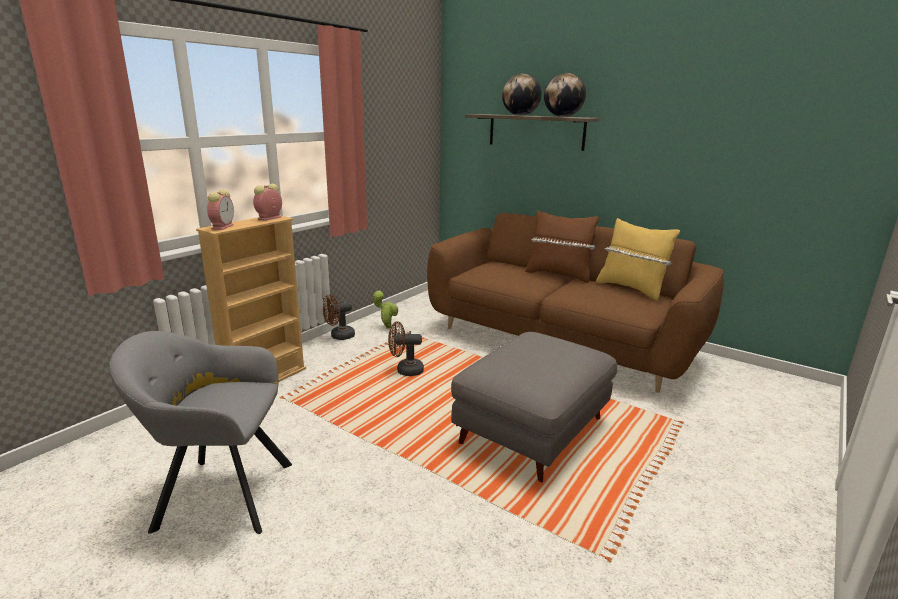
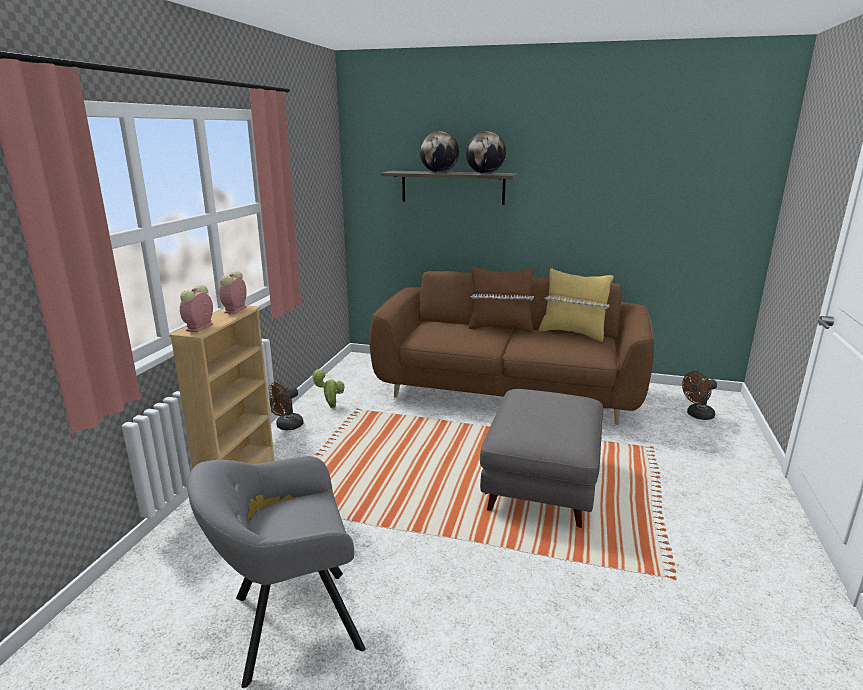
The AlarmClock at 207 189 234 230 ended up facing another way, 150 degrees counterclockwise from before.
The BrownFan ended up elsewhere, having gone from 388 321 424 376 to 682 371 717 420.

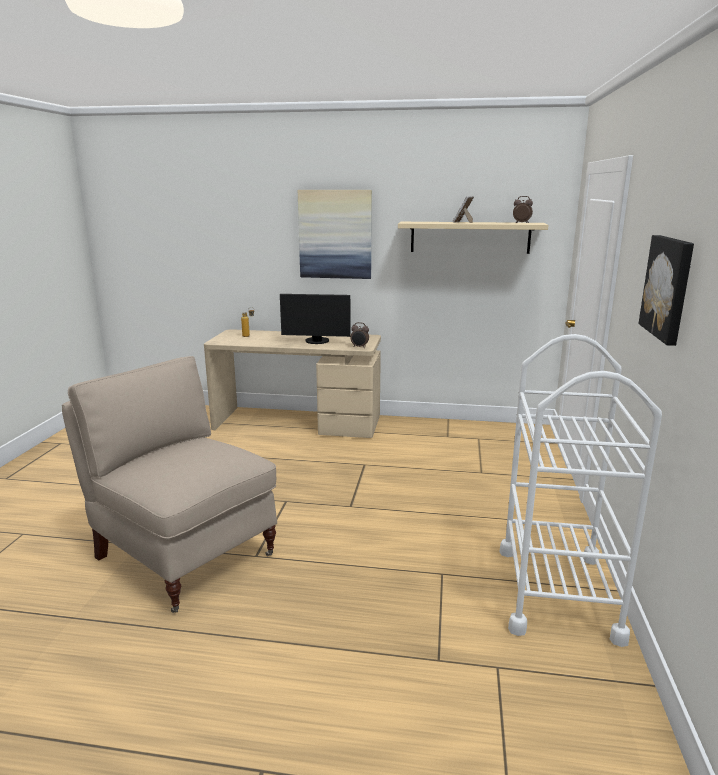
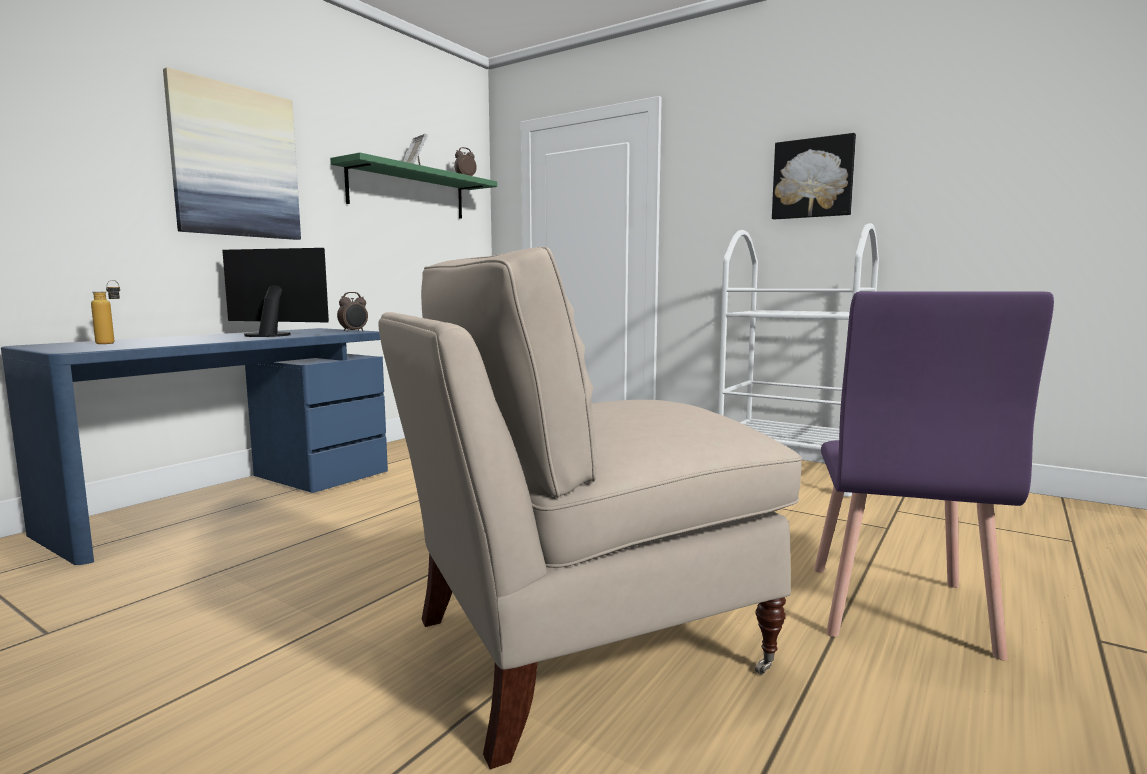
What was the BeigeShelf at 398 222 549 254 turned into the GreenShelf at 330 153 497 219.
The Monitor at 280 294 351 344 ended up facing another way, 105 degrees counterclockwise from before.
What was the BeigeDesk at 204 329 381 438 turned into the BlueDesk at 1 328 388 565.
The second view gained the PurpleChair at 814 291 1054 660.

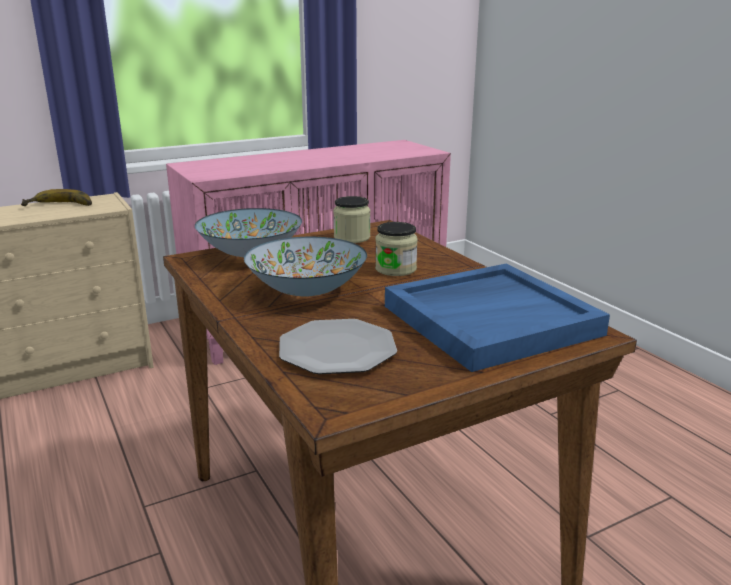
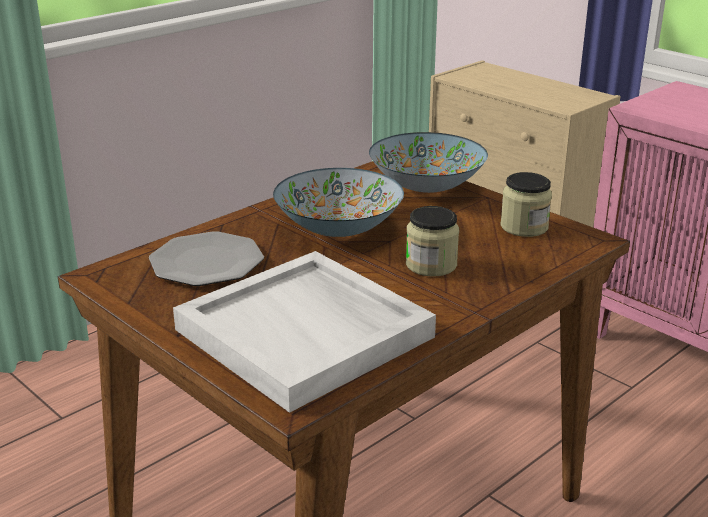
The second view lost the Banana at 21 189 92 206.
What was the BlueTray at 385 264 610 372 turned into the WhiteTray at 173 251 436 413.

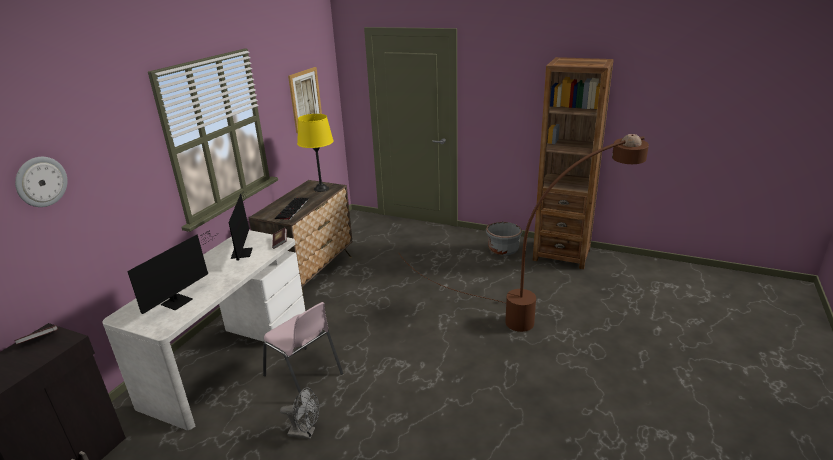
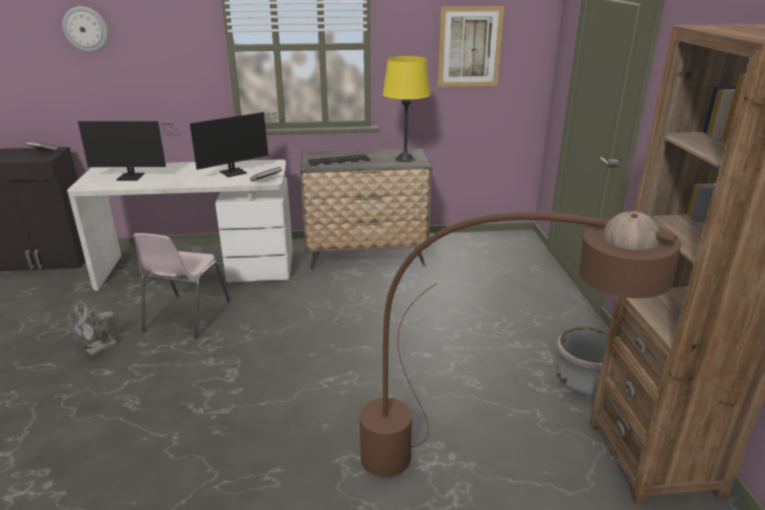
The GreyFan at 280 387 319 439 ended up facing another way, 60 degrees clockwise from before.

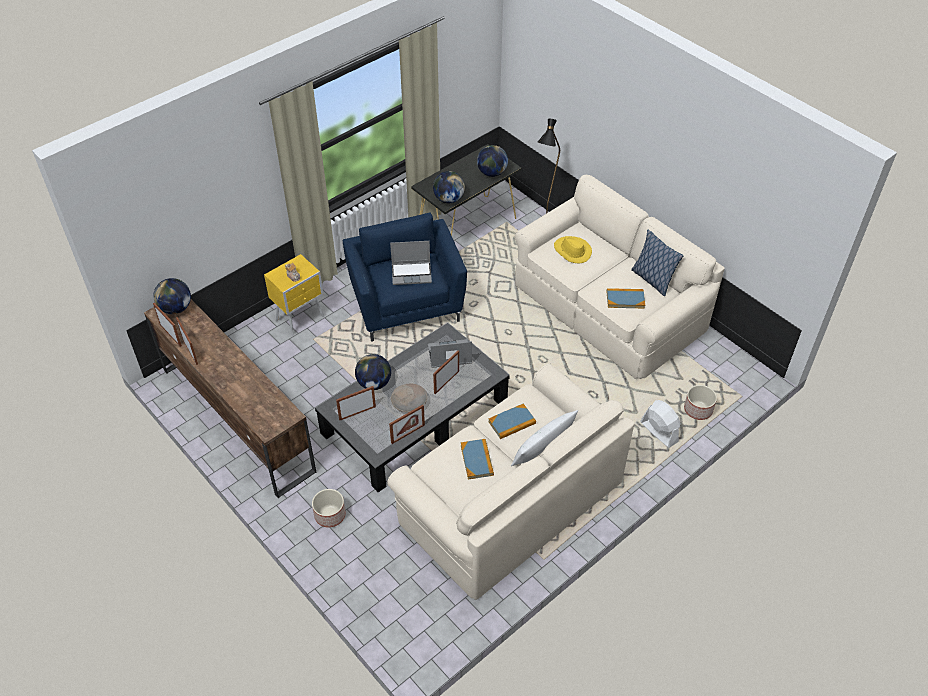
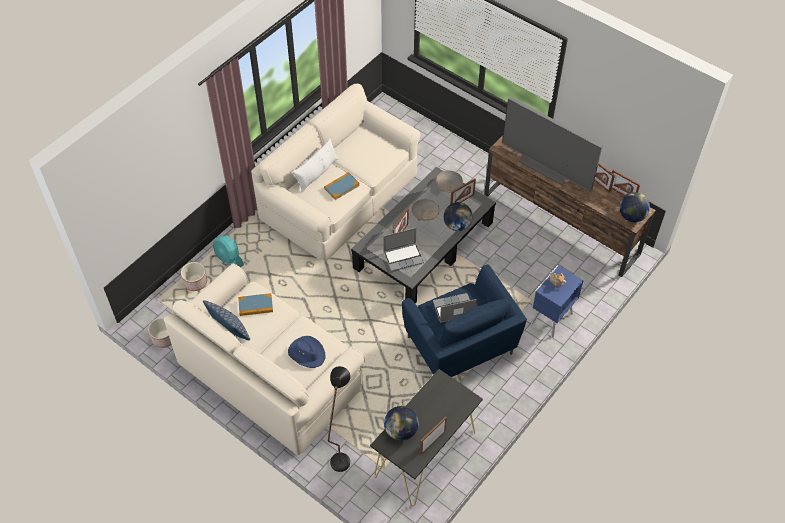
The second view lost the Globe at 433 171 465 203.
What was the YellowHat at 554 236 592 263 turned into the BlueHat at 288 336 325 368.
What was the YellowNightstand at 264 254 324 336 turned into the BlueNightstand at 531 265 584 337.
What was the WhiteFan at 640 400 681 448 turned into the TurquoiseFan at 213 236 244 268.
The PictureFrame ended up elsewhere, having gone from 389 405 425 444 to 420 416 447 455.
The second view lost the Book at 461 439 494 480.
The Planter ended up elsewhere, having gone from 312 489 346 528 to 148 318 172 348.
The second view gained the Television at 502 97 603 192.
The second view gained the BeigeBowl at 436 170 463 192.

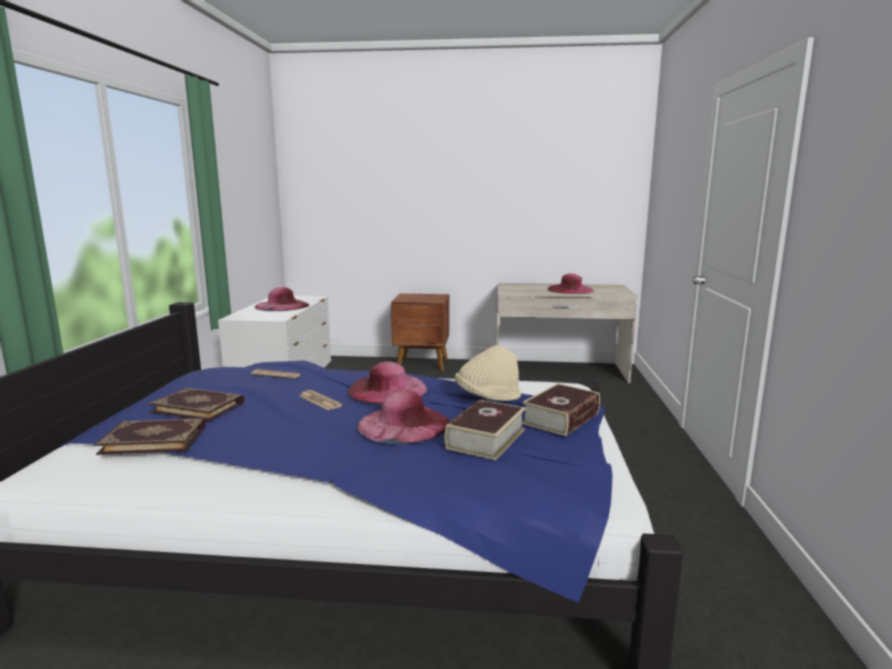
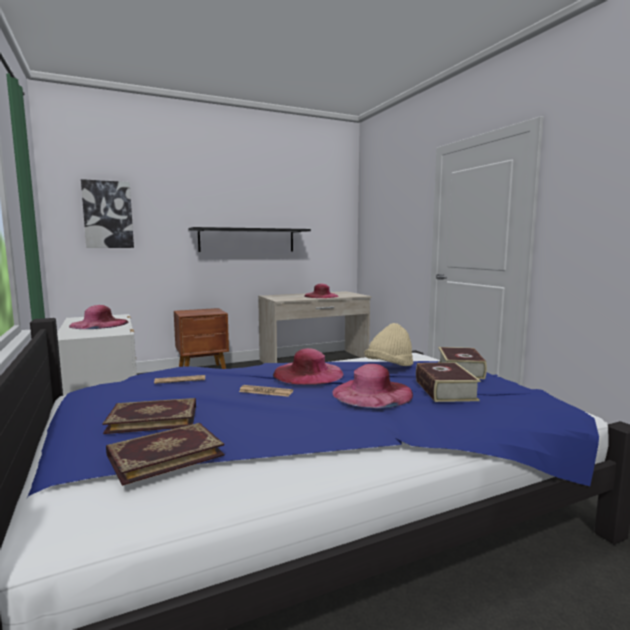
The second view gained the Picture at 81 179 134 248.
The second view gained the BlackShelf at 188 227 311 252.

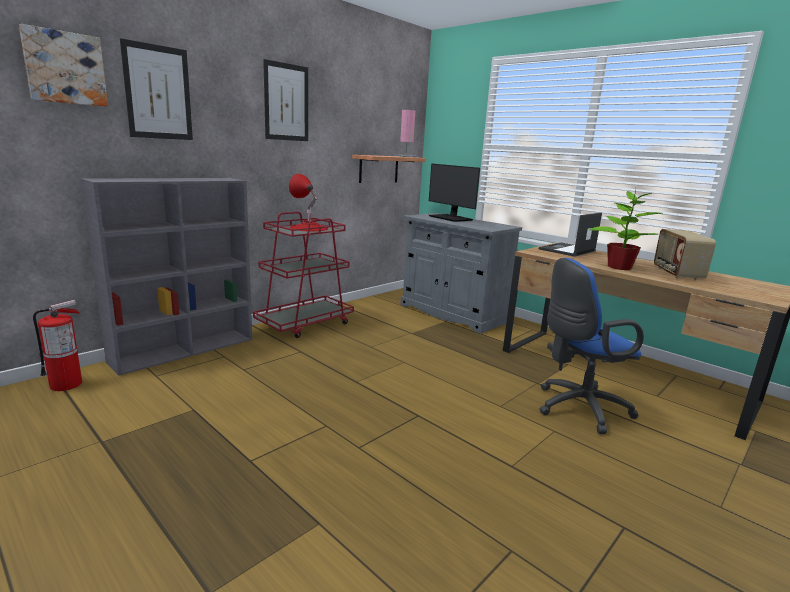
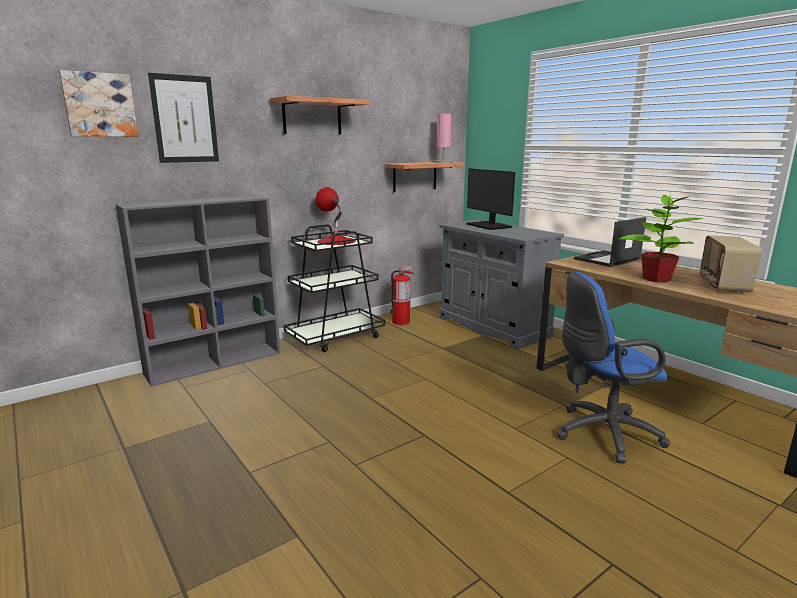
Where the Picture hung at 263 59 308 141, the Shelf came to hang at 270 96 369 134.
What was the RedCart at 253 211 354 338 turned into the BlackCart at 284 224 385 352.
The FireExtinguisher ended up elsewhere, having gone from 33 300 82 391 to 390 265 414 325.

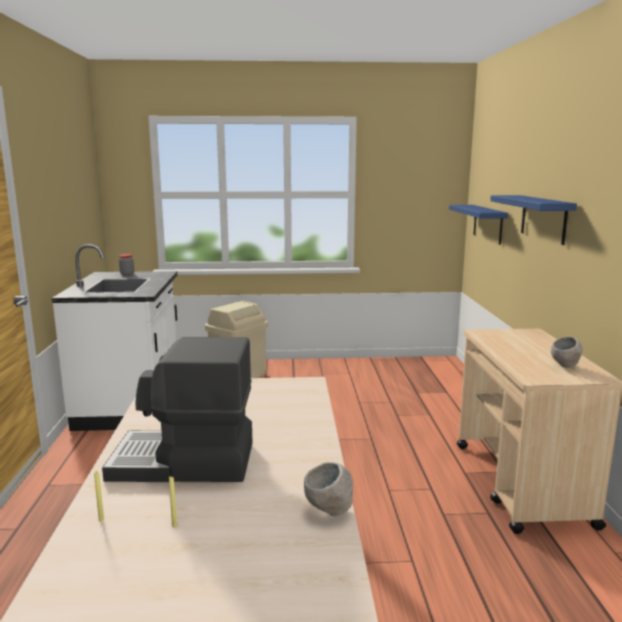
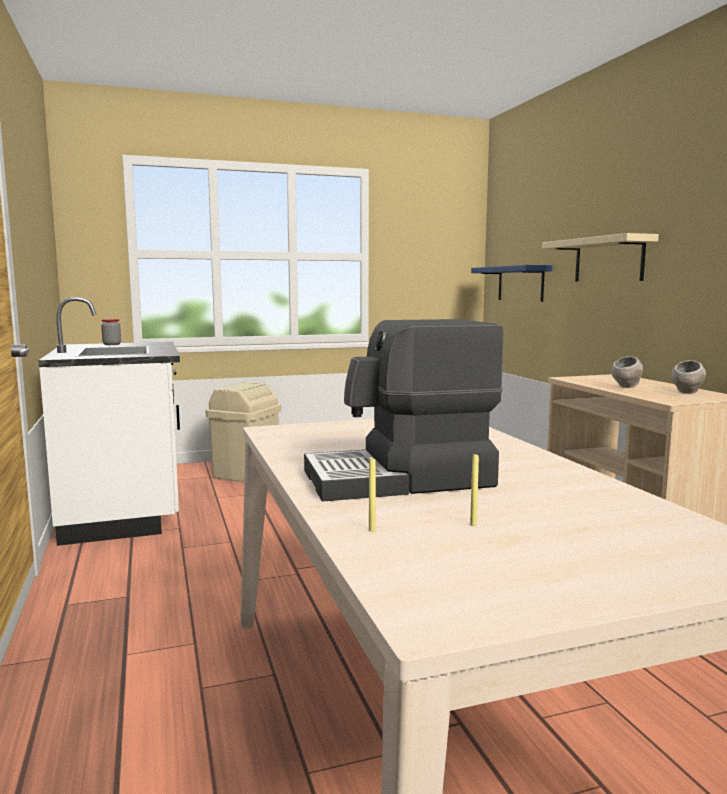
What was the BlueShelf at 490 195 577 245 turned into the BeigeShelf at 542 233 659 282.
The GreyBowl ended up elsewhere, having gone from 304 462 353 517 to 611 356 643 388.

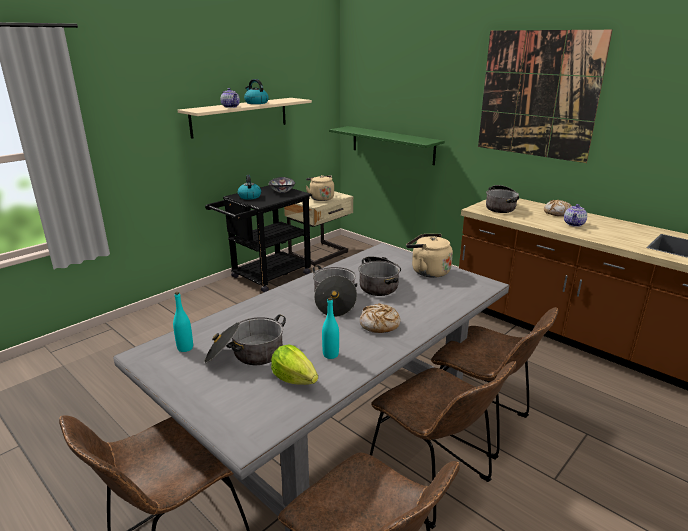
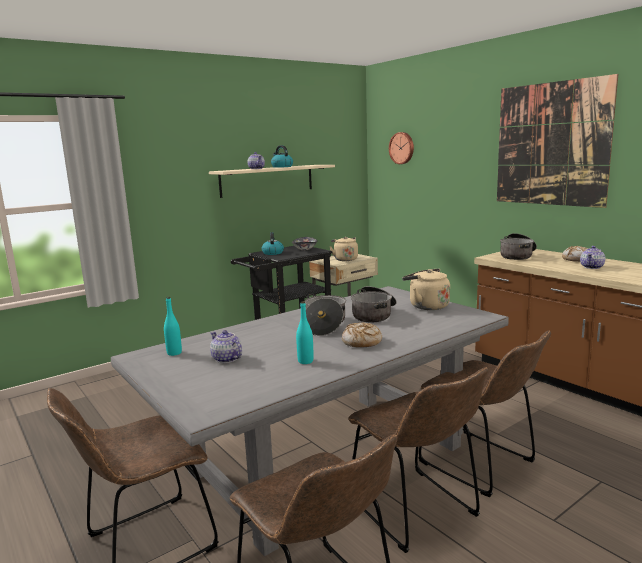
The second view lost the GreenShelf at 329 126 445 165.
Where the CookingPot stood at 204 314 286 365, the Teapot came to stand at 210 330 242 363.
The second view lost the Lettuce at 271 344 318 385.
The second view gained the WallClock at 389 132 414 164.

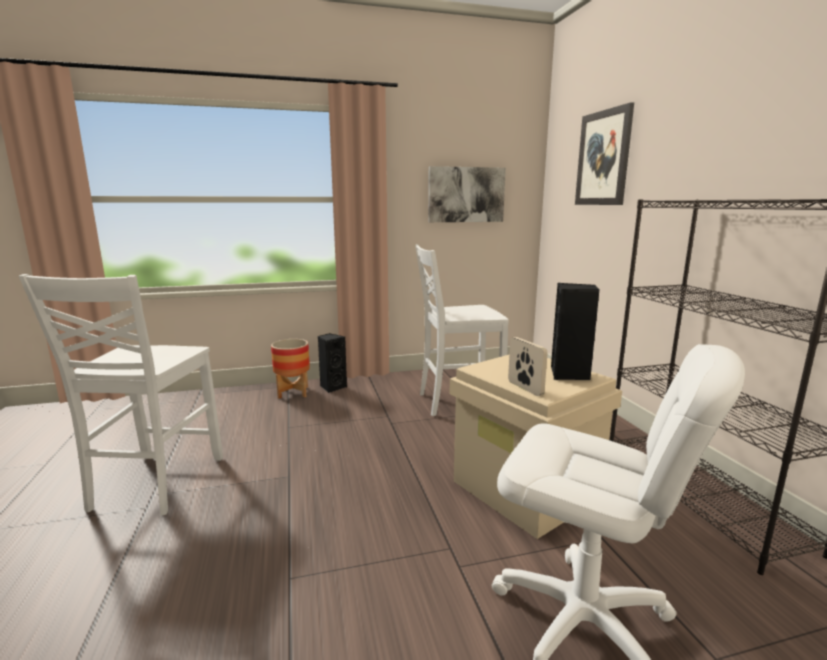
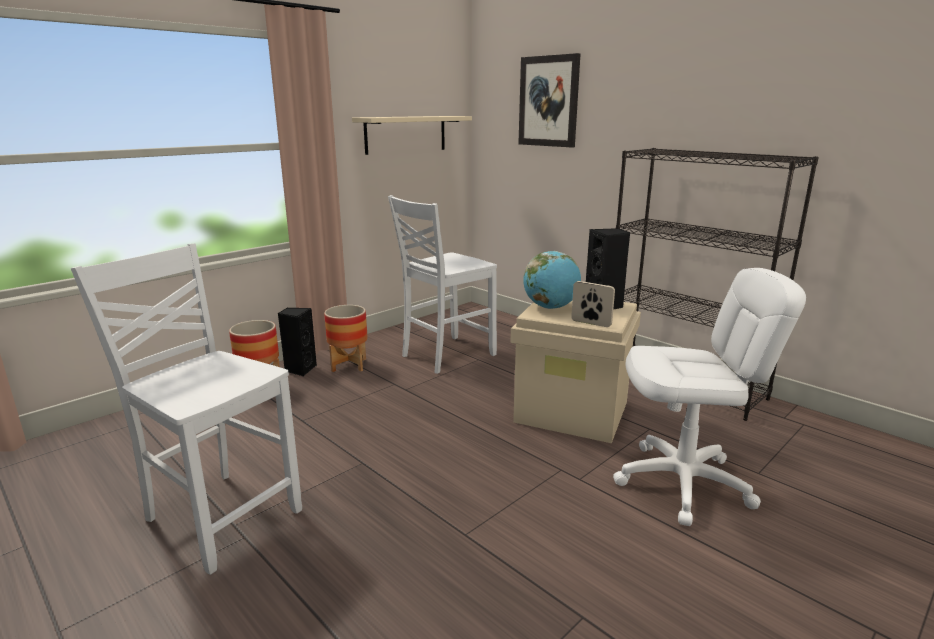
Where the Picture hung at 428 166 506 222, the BeigeShelf came to hang at 352 116 472 155.
The WhiteChair at 19 274 223 515 ended up facing another way, 150 degrees clockwise from before.
The second view gained the Globe at 523 251 581 309.
The second view gained the Planter at 324 305 367 372.

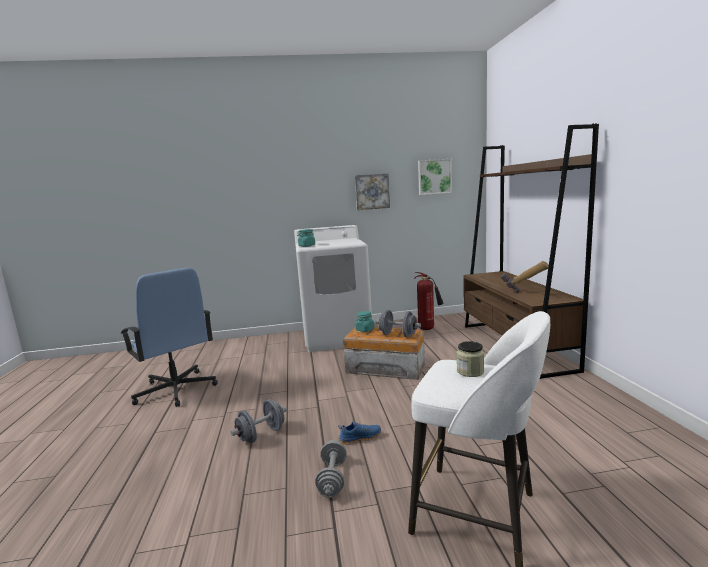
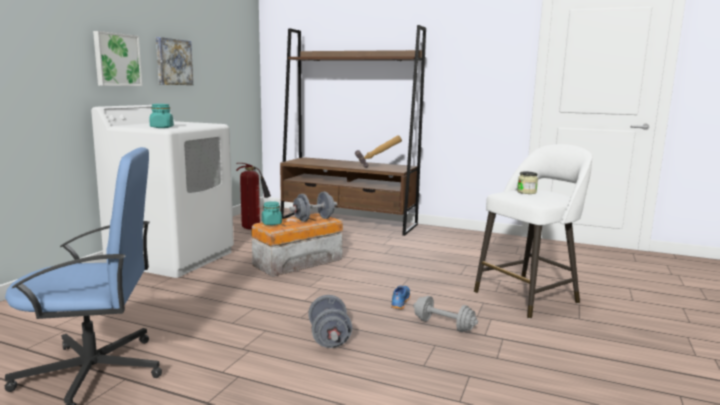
The Picture ended up elsewhere, having gone from 418 159 452 195 to 93 31 142 86.

